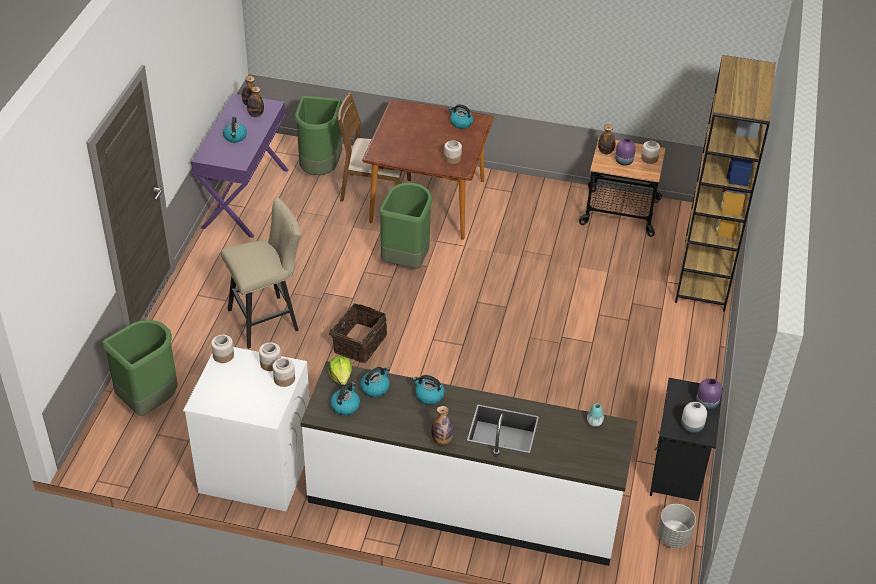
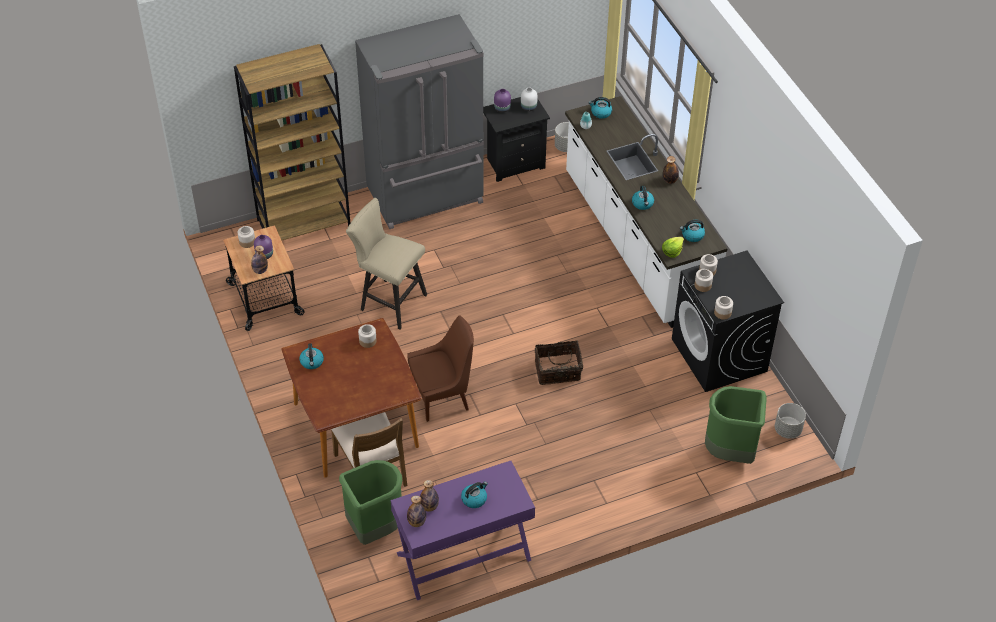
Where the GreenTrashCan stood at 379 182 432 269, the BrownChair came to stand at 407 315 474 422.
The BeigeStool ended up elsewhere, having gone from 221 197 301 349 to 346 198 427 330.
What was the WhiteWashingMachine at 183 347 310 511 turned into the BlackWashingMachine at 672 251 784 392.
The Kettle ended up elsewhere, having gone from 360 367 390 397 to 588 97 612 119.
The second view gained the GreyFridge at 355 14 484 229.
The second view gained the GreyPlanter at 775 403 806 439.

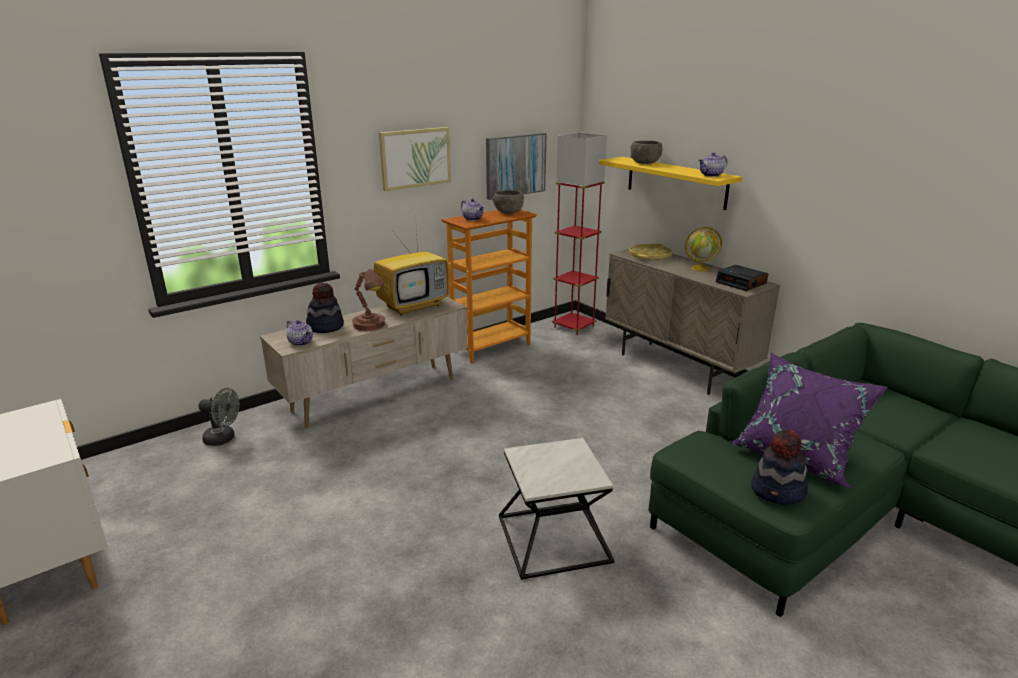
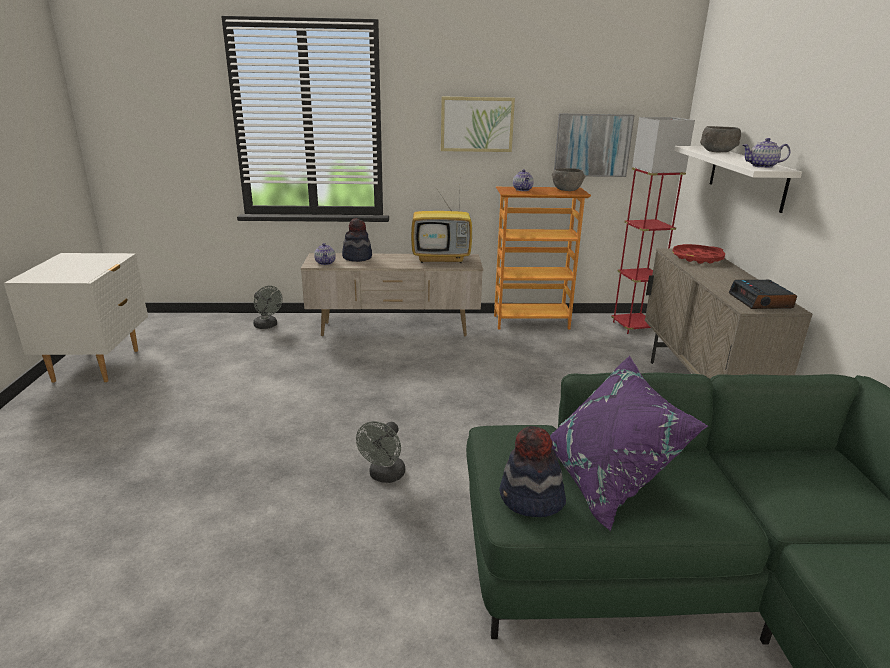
What was the YellowShelf at 599 157 742 210 turned into the WhiteShelf at 674 146 802 213.
The second view lost the Globe at 685 227 722 271.
What was the YellowTray at 629 243 672 261 turned into the RedTray at 672 244 725 264.
The second view lost the BrownTableLamp at 352 269 385 331.
Where the SideTable stood at 499 438 614 580, the GreyFan came to stand at 356 421 405 483.

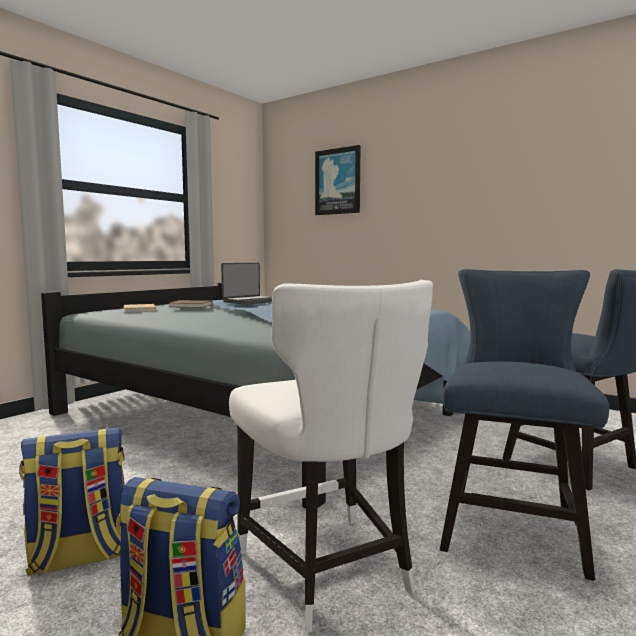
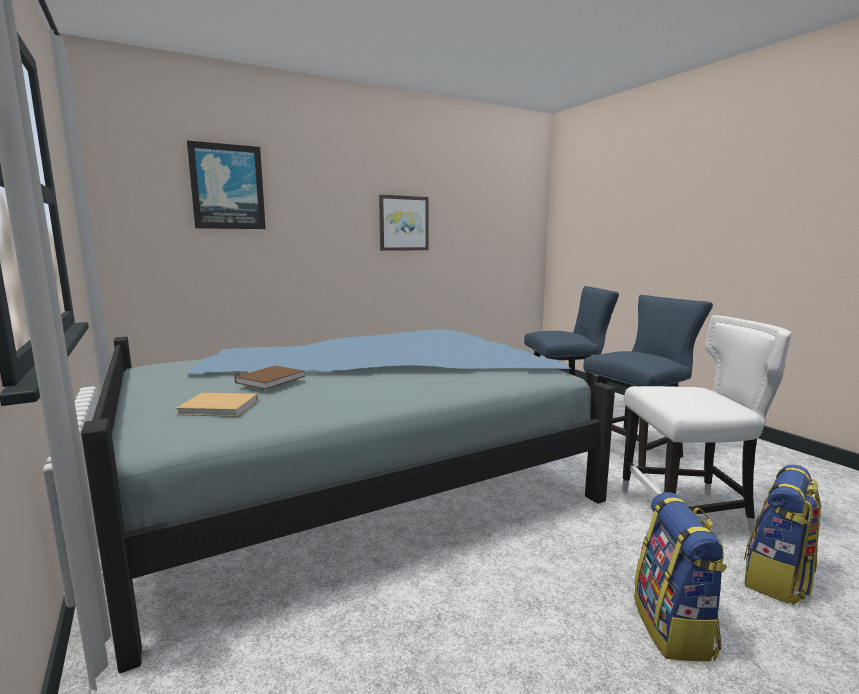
The second view lost the Laptop at 221 263 272 305.
The BlueChair at 440 269 609 581 ended up facing another way, 105 degrees clockwise from before.
The second view gained the Picture at 379 195 428 251.

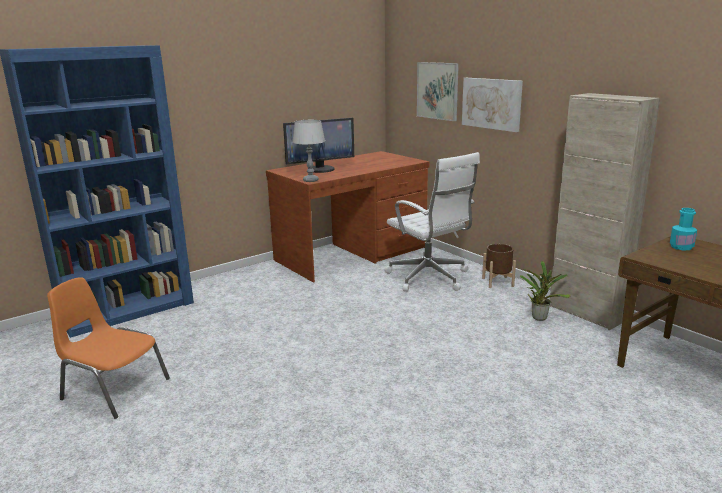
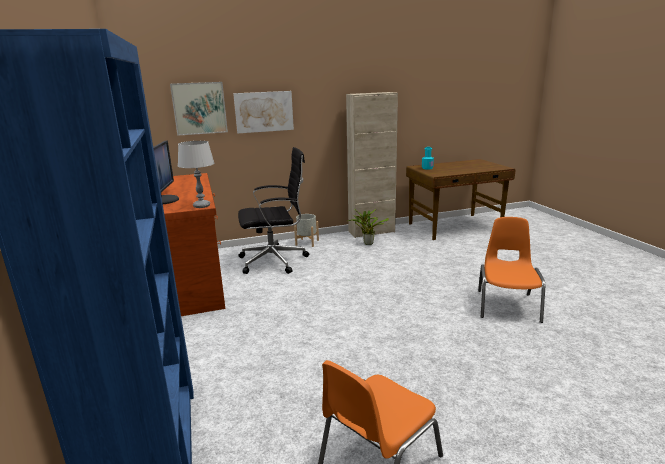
What was the WhiteOfficeChair at 385 152 480 292 turned into the BlackOfficeChair at 238 147 309 274.
What was the BrownPlanter at 482 244 516 288 turned into the GreyPlanter at 294 214 319 247.
The second view gained the OrangeChair at 478 217 545 323.

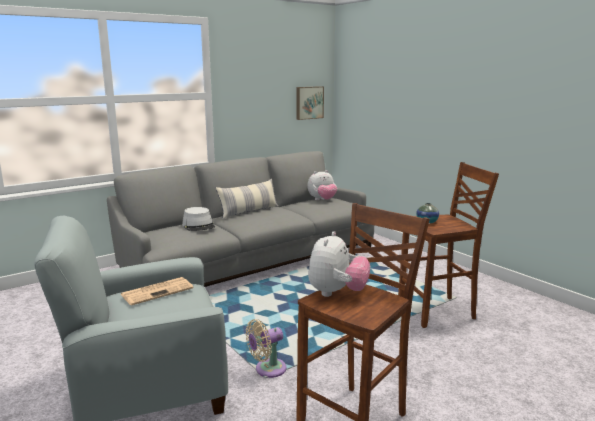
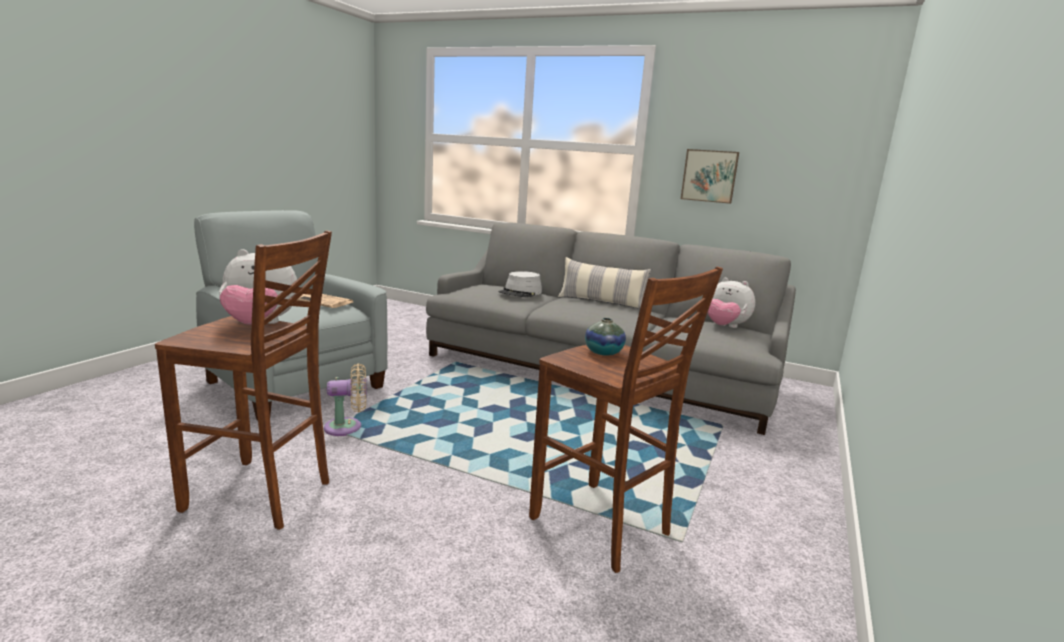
The Picture ended up elsewhere, having gone from 297 86 324 120 to 681 149 739 204.
The BeigeFan at 246 319 286 378 ended up facing another way, 135 degrees clockwise from before.

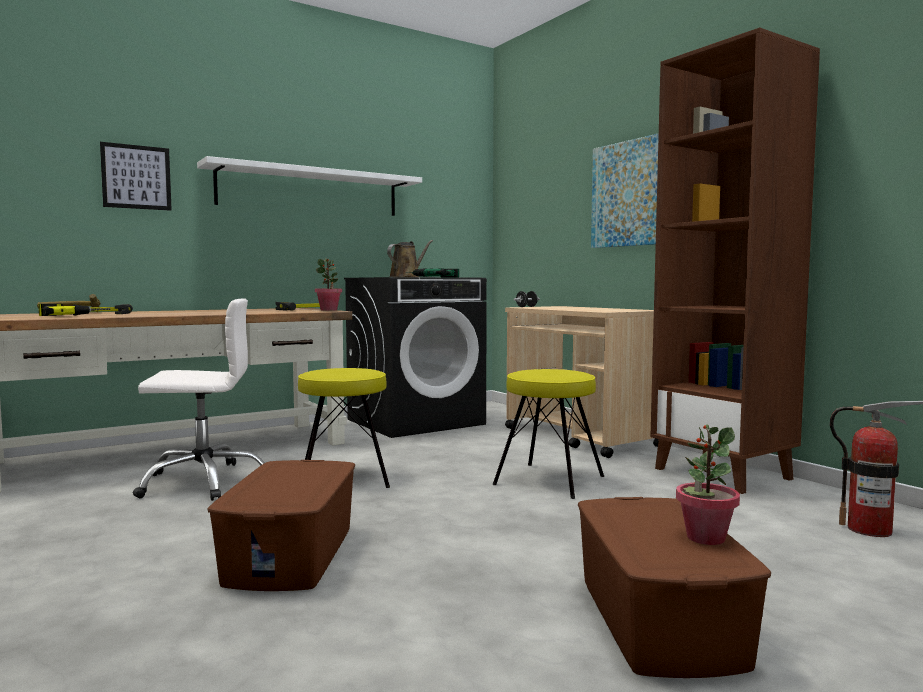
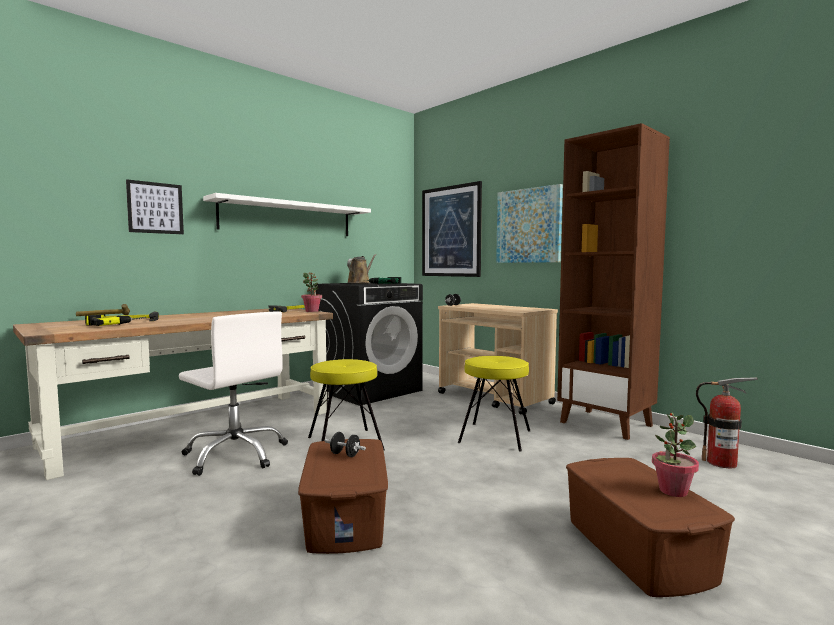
The WhiteOfficeChair at 133 298 265 501 ended up facing another way, 60 degrees clockwise from before.
The second view gained the Picture at 422 181 482 277.
The second view gained the BlackDumbbell at 325 432 366 457.

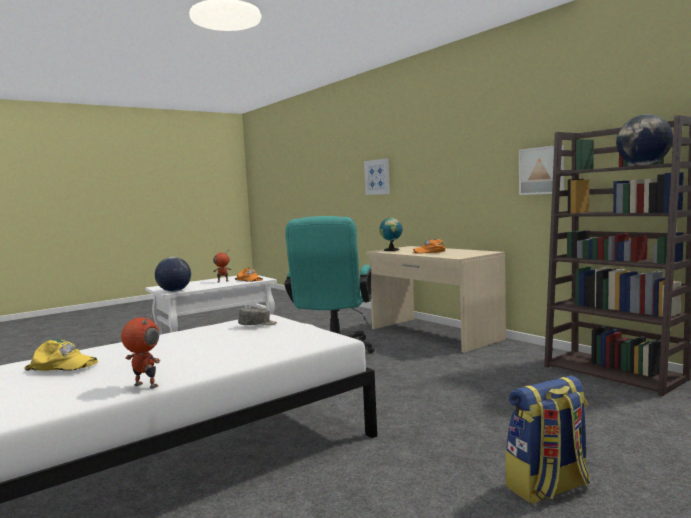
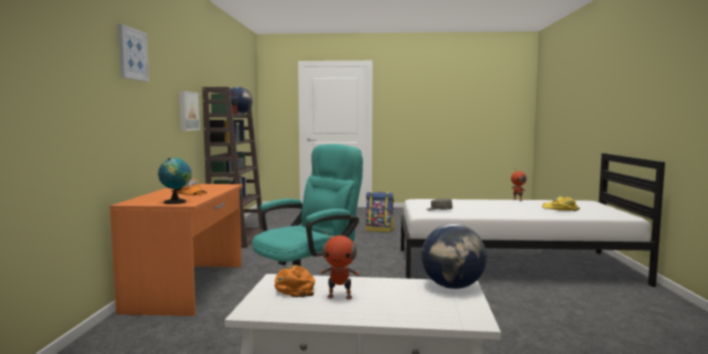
The Picture ended up elsewhere, having gone from 364 158 390 195 to 118 24 149 82.
What was the BeigeDesk at 366 246 506 353 turned into the OrangeDesk at 110 184 243 316.

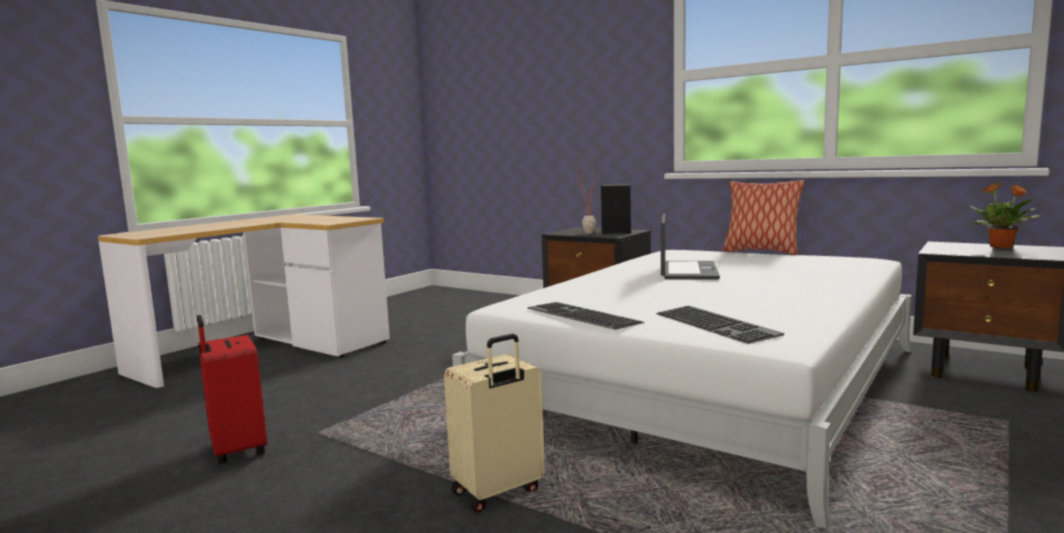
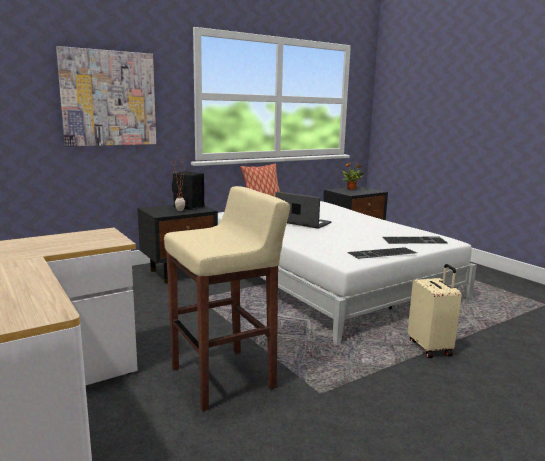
The second view lost the RedSuitcase at 197 315 267 464.
The second view gained the Picture at 56 46 156 146.
The second view gained the BeigeStool at 164 186 290 411.

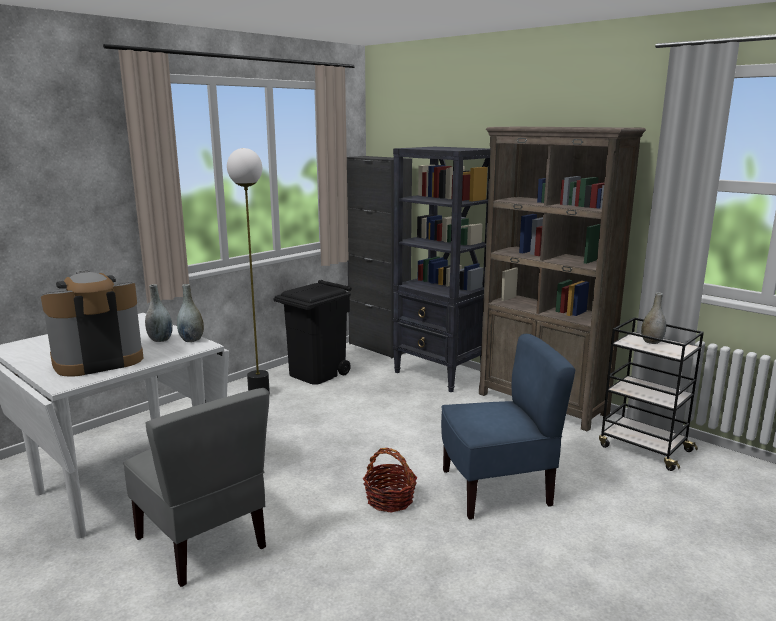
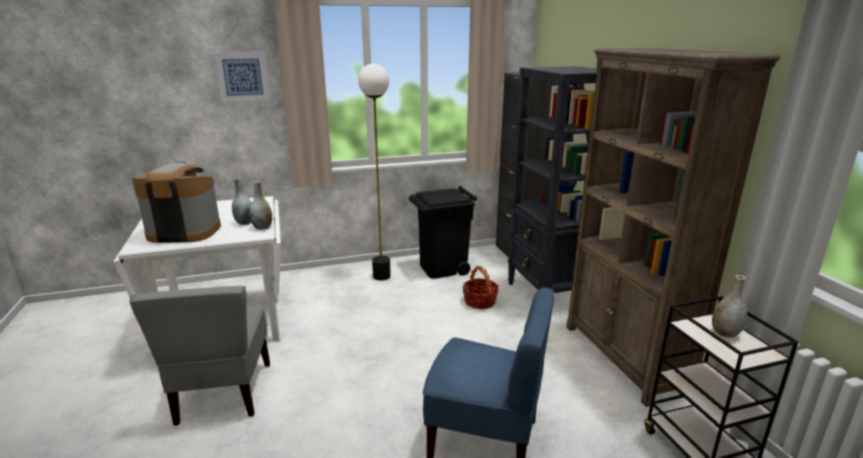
The Basket ended up elsewhere, having gone from 363 448 417 513 to 462 266 499 309.
The second view gained the Picture at 213 51 270 102.

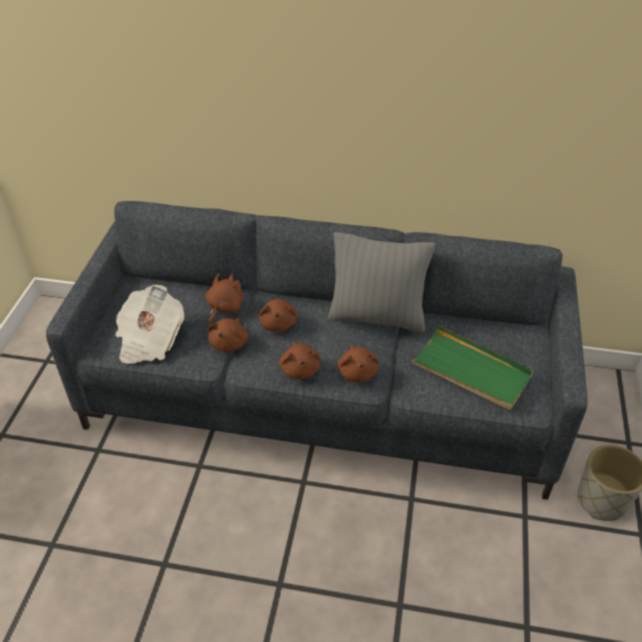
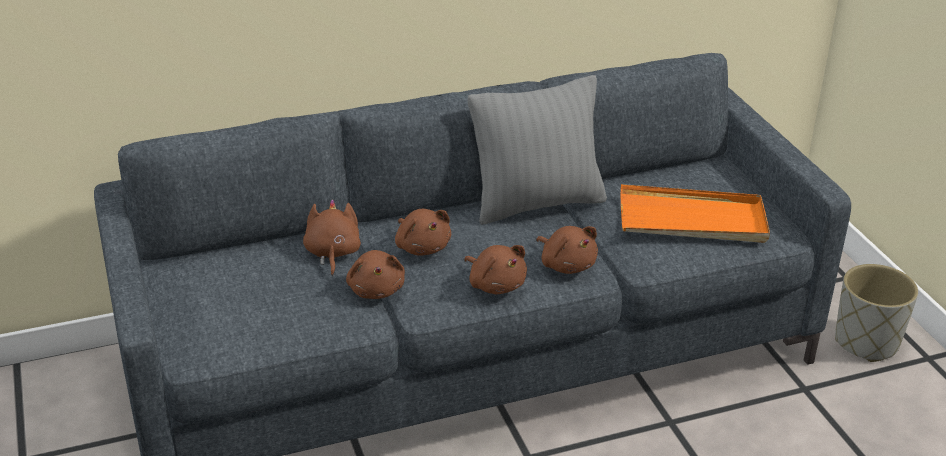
The second view lost the Newspaper at 115 285 184 364.
What was the GreenTray at 410 325 533 410 turned into the OrangeTray at 621 184 770 243.

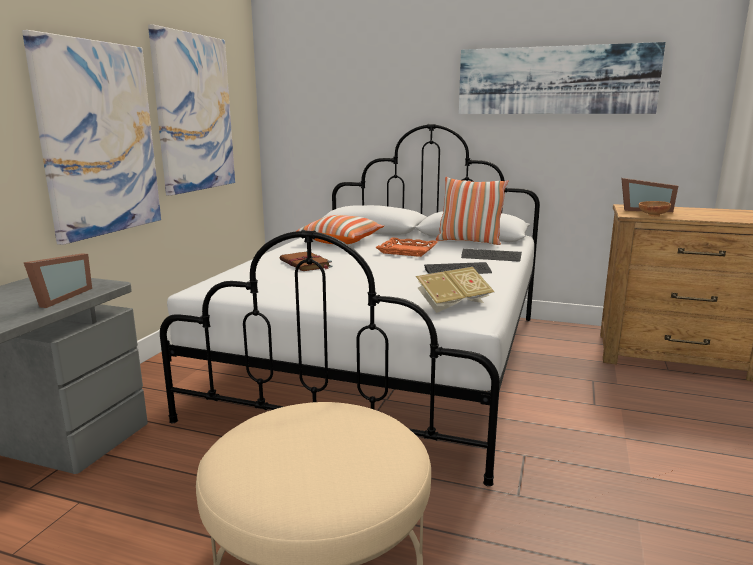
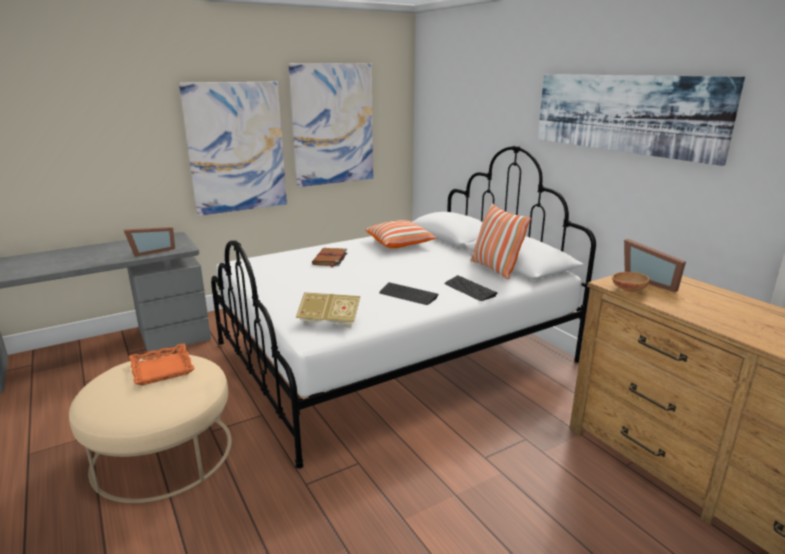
The OrangeTray ended up elsewhere, having gone from 376 237 438 257 to 129 343 195 385.

